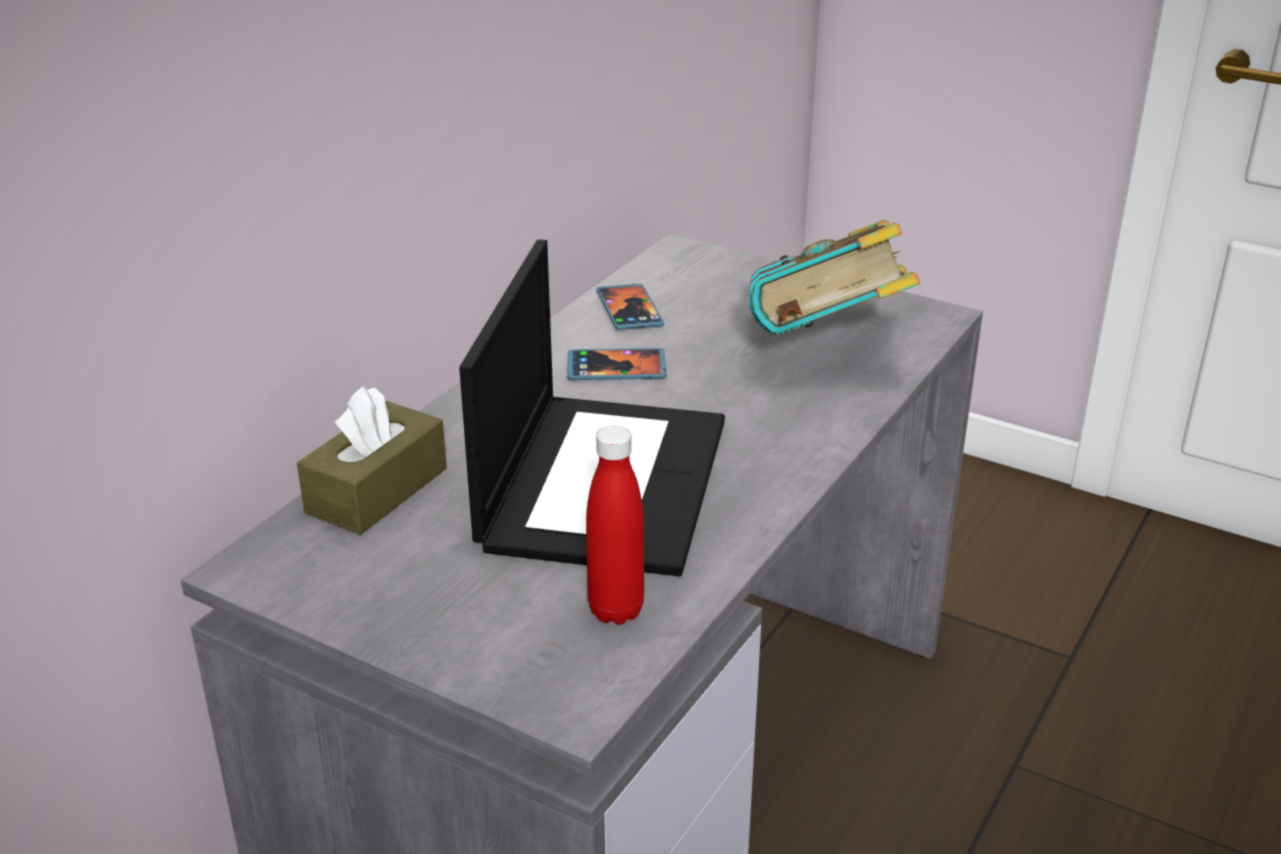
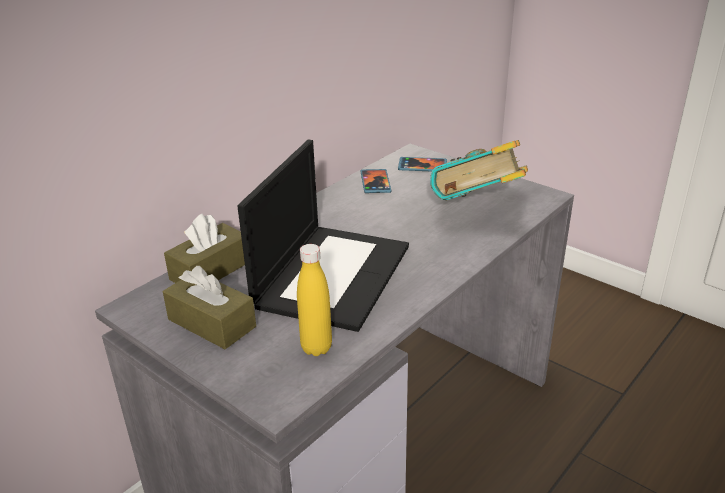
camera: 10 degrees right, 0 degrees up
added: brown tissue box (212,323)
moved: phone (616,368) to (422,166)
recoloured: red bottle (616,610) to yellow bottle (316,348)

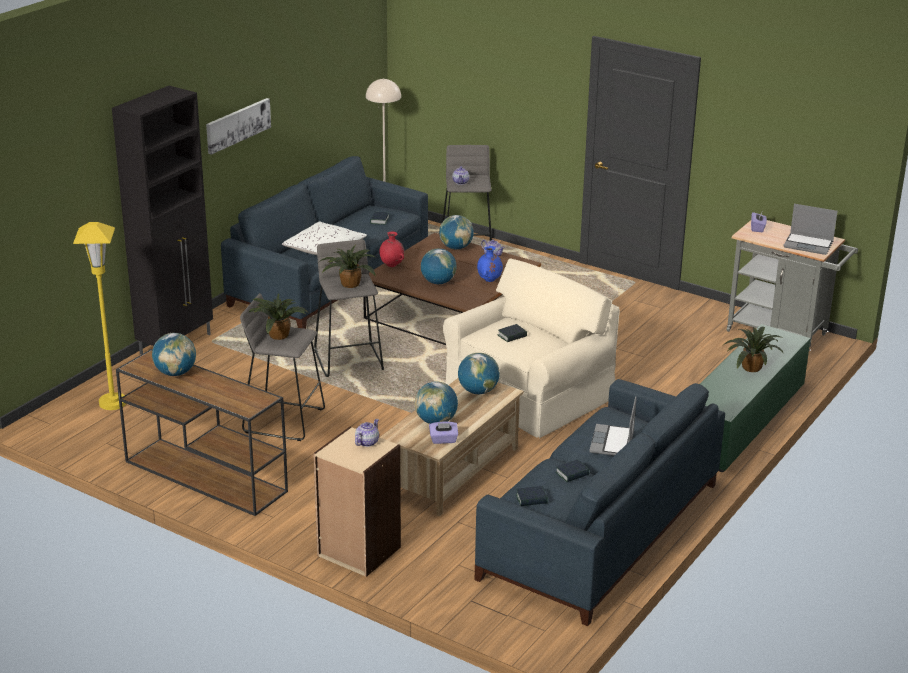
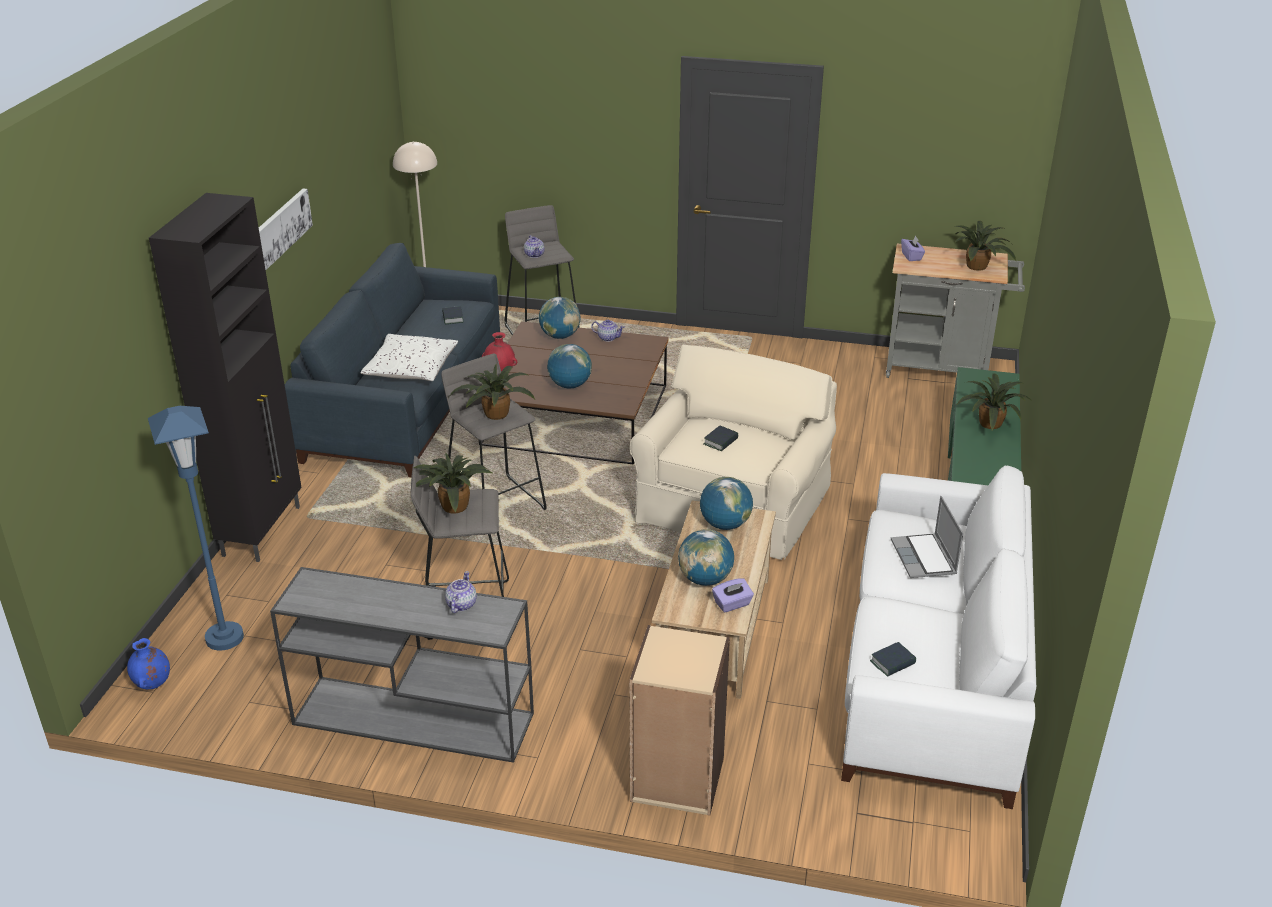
camera: 20 degrees left, 5 degrees up
removed: globe (175,373); book (572,474)
moved: blue vase (489,280) to (153,685); teapot (366,442) to (461,605)
replaced: laptop (809,245) to potted plant (978,266)
recoloured: yellow floor lamp (112,403) to blue floor lamp (224,638); brown console table (204,476) to grey console table (411,719); blue sofa (599,530) to white sofa (932,667)

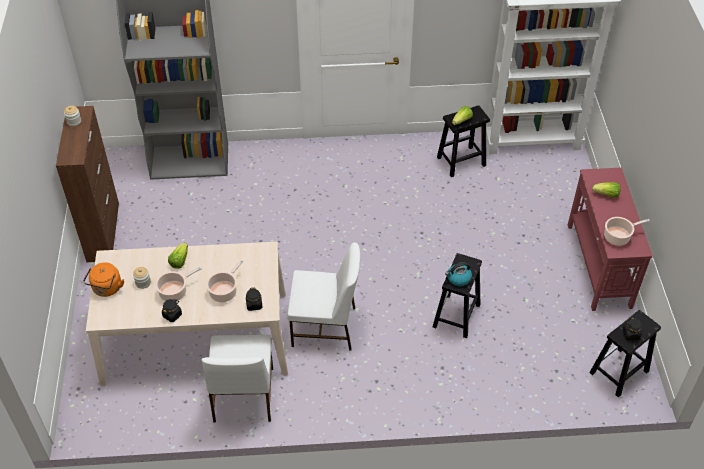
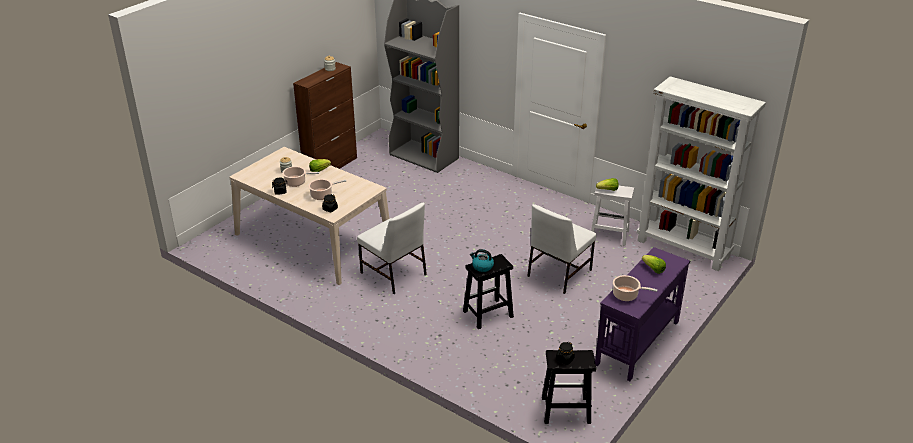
camera: 40 degrees right, 15 degrees down
removed: orange kettle (106,289)
moved: white chair (243,396) to (558,273)
recoloured: black stool (460,162) to white stool (608,235); red console table (598,265) to purple console table (637,343)

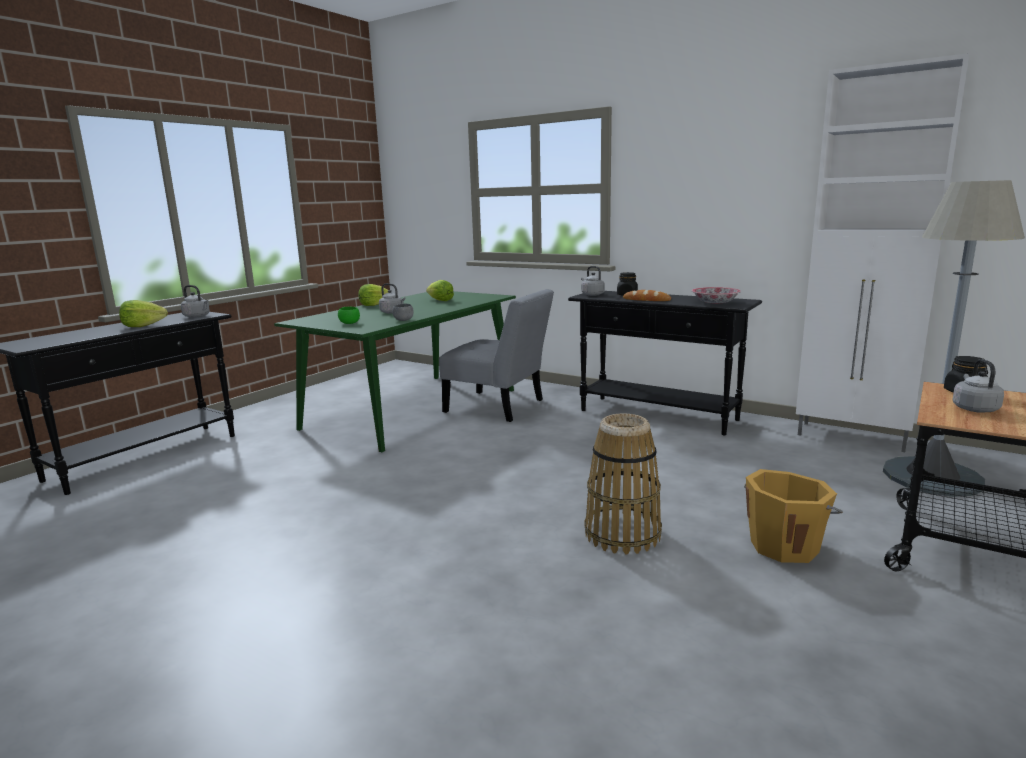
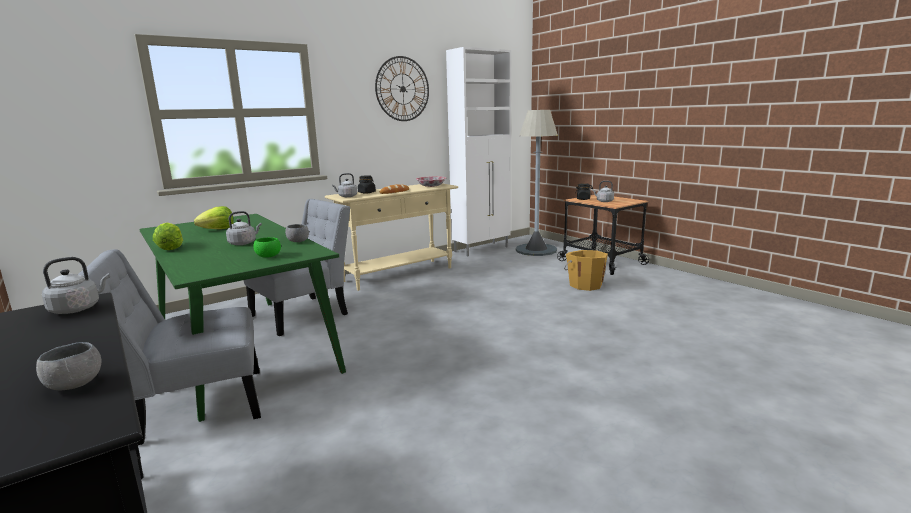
camera: 70 degrees left, 0 degrees up
removed: lettuce (143,326); basket (622,534)
added: grey bowl (75,384); grey chair (195,406); wall clock (402,89)
recoloured: black console table (658,415) to beige console table (399,274)

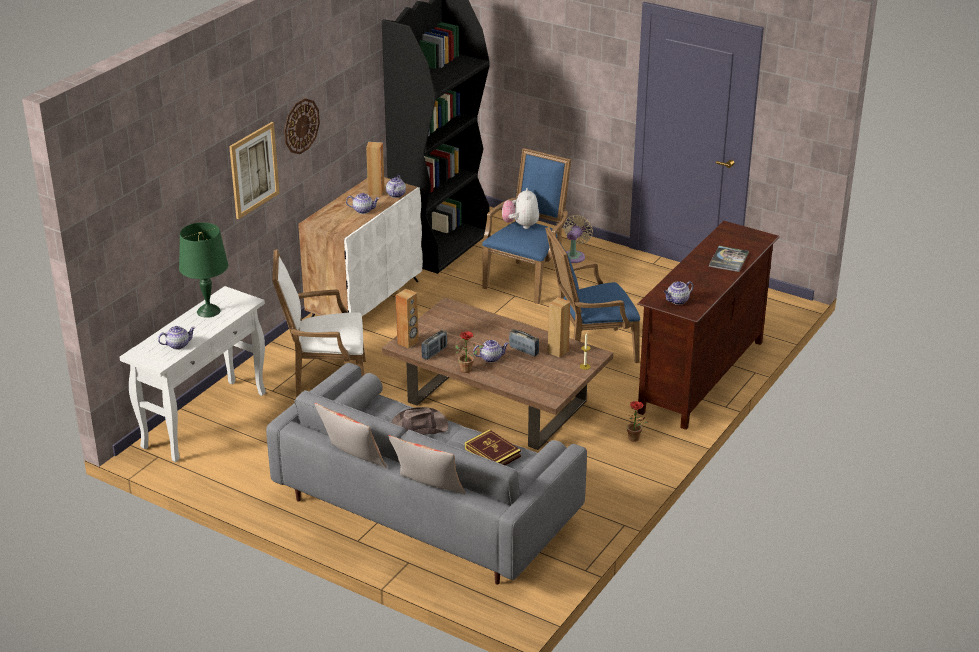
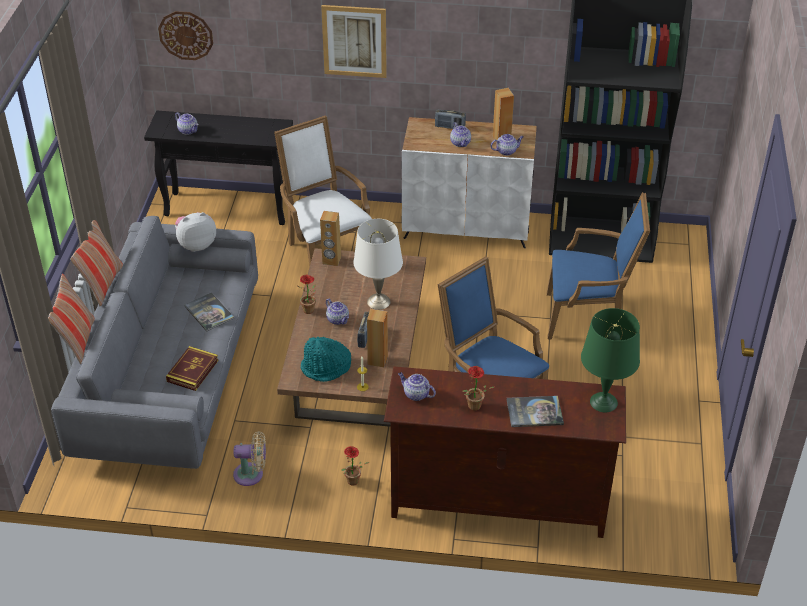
camera: 65 degrees right, 10 degrees up
added: turquoise hat (326,368); white table lamp (379,301); potted plant (474,408)
moved: wall clock (301,126) to (186,35); plush toy (521,225) to (196,244); beige fan (574,256) to (251,474); radio (434,352) to (450,127); green table lamp (208,311) to (603,402)
replaced: brown hat (418,427) to book (209,312)
recoloured: white console table (205,419) to black console table (229,208)

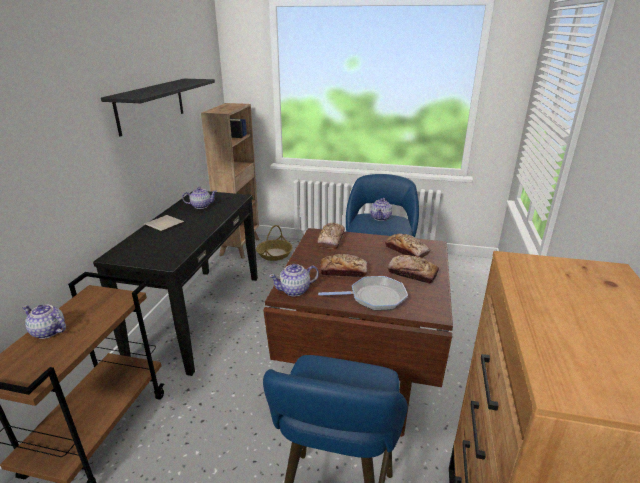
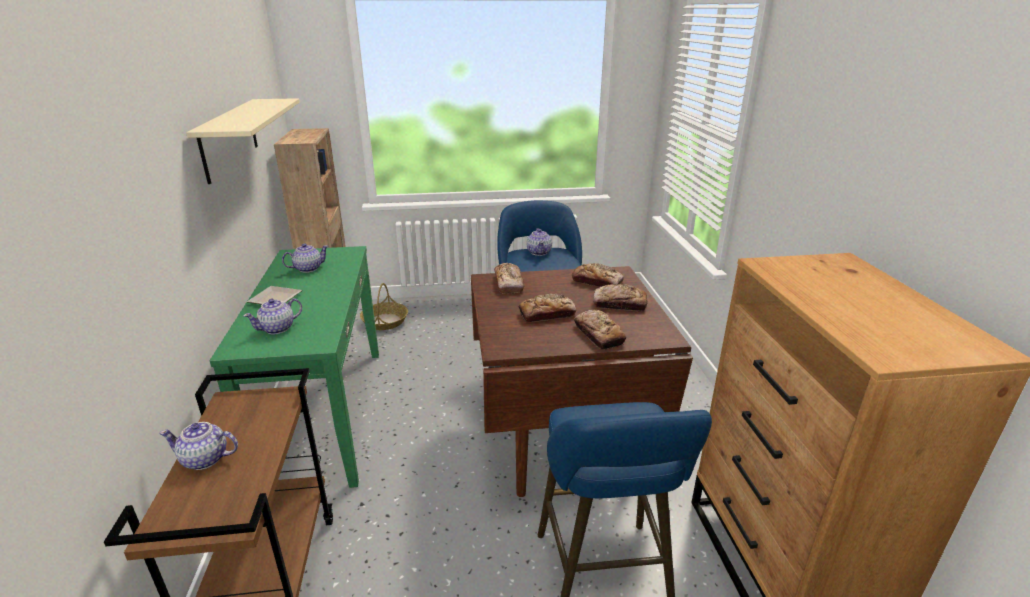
camera: 20 degrees left, 0 degrees up
moved: teapot (295,290) to (278,328)
replaced: frying pan (374,297) to bread (598,334)
recoloured: black shelf (151,105) to beige shelf (229,138); black console table (199,314) to green console table (324,413)

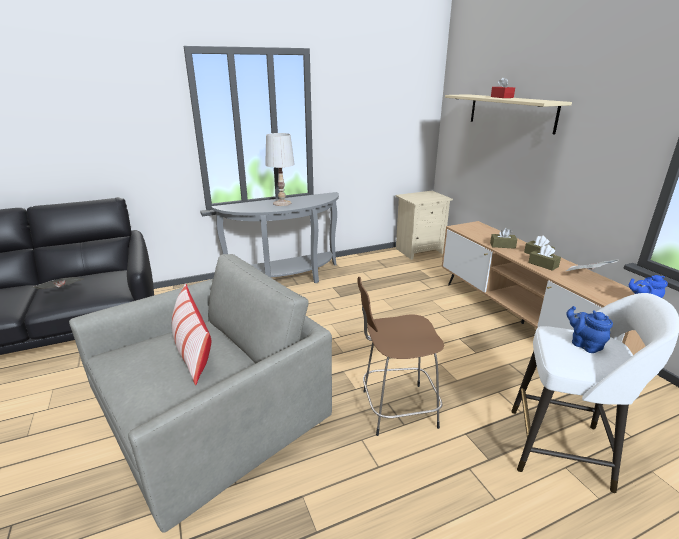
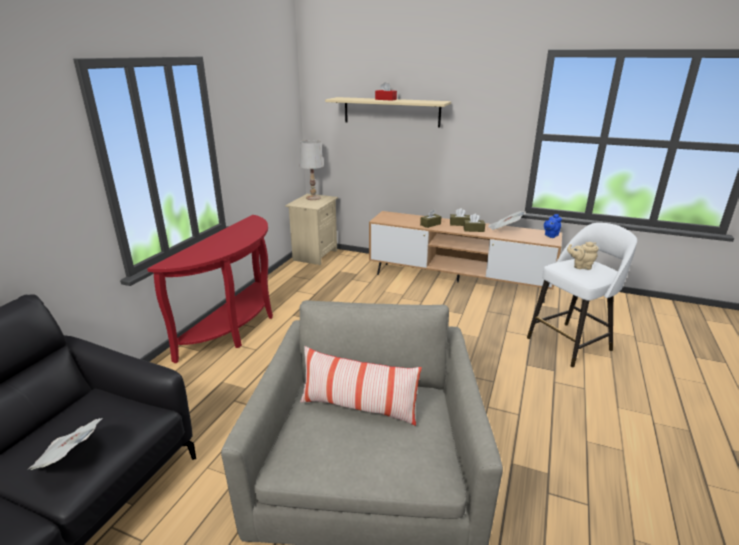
camera: 45 degrees left, 0 degrees up
removed: brown stool (396,409)
moved: white table lamp (282,203) to (313,198)
recoloured: grey console table (287,280) to red console table (237,328); blue teapot (584,344) to beige teapot (580,266)

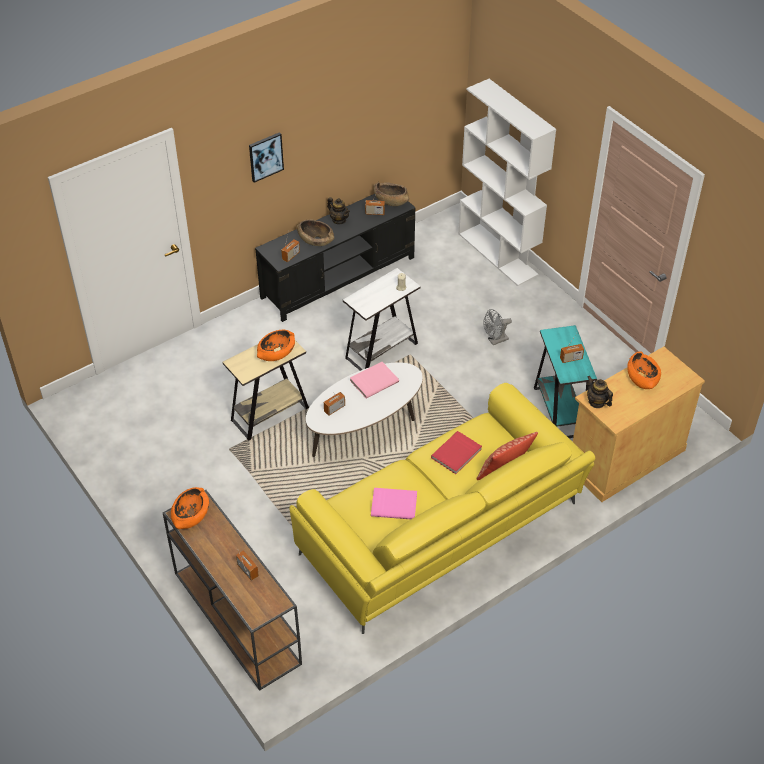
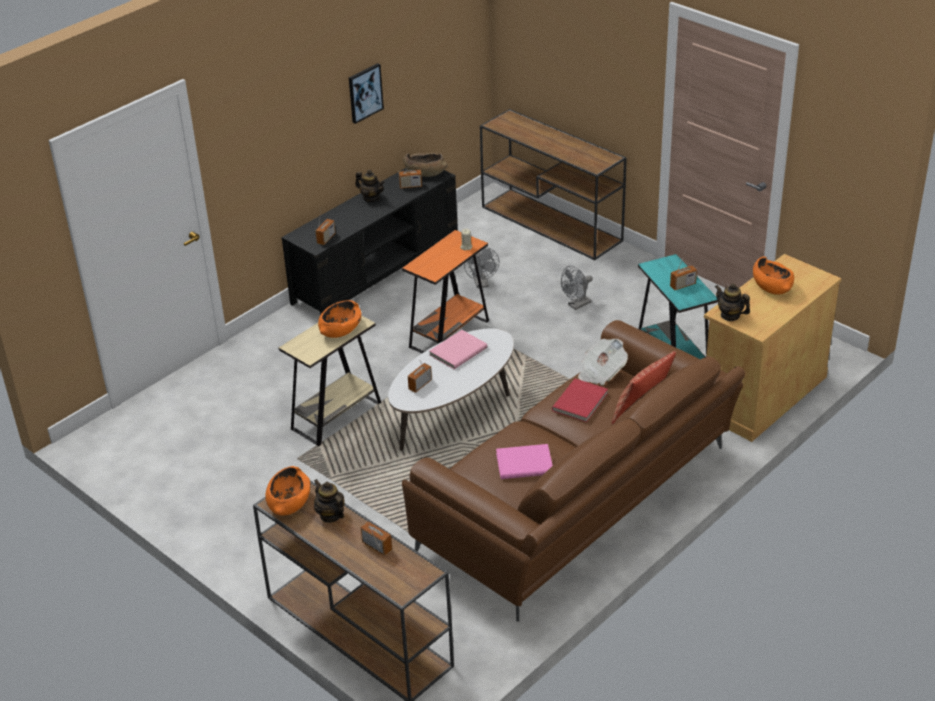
camera: 10 degrees left, 10 degrees down
removed: brown bowl (316,240)
added: teapot (330,515); grey fan (482,284); newspaper (601,372)
moved: picture (265,156) to (365,92)
replaced: white bookcase (498,254) to brown console table (552,224)
recoloured: white side table (381,351) to orange side table (449,334); yellow sofa (441,532) to brown sofa (577,502)

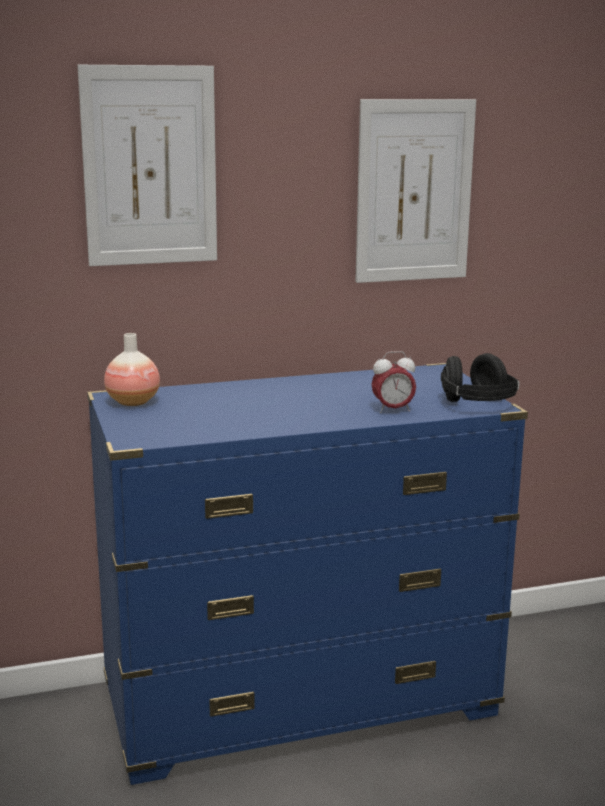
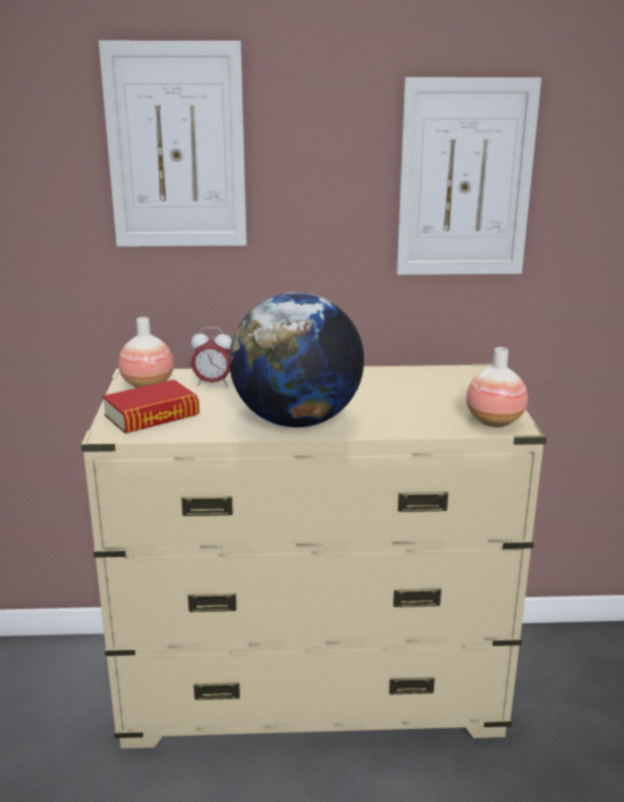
camera: 15 degrees right, 5 degrees up
added: book (152,415); globe (297,421)
moved: alarm clock (392,410) to (213,383)
replaced: black headphones (477,404) to vase (494,421)
recoloured: blue dresser (300,704) to beige dresser (312,687)

